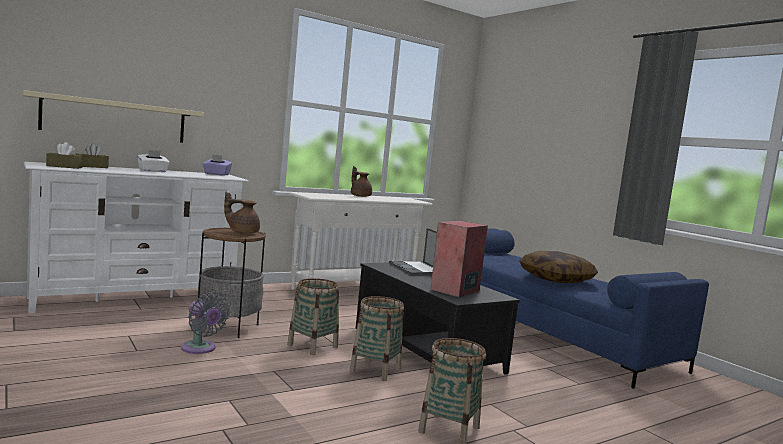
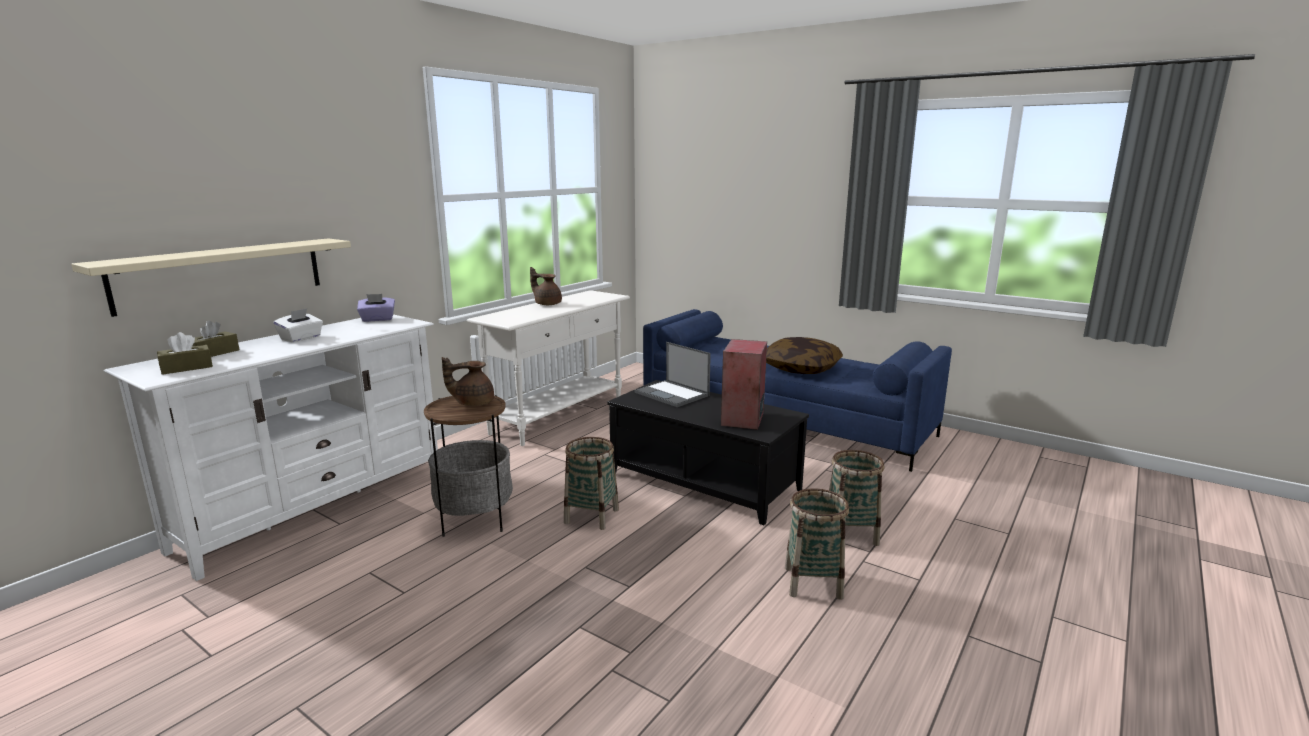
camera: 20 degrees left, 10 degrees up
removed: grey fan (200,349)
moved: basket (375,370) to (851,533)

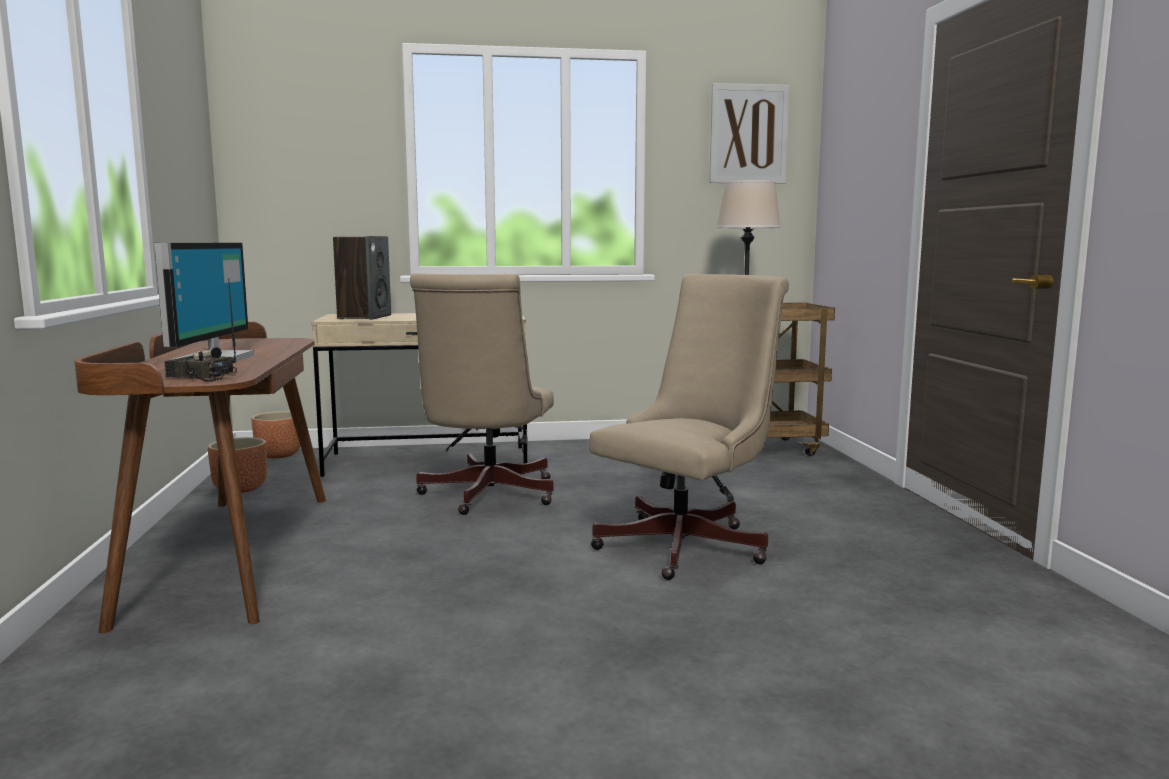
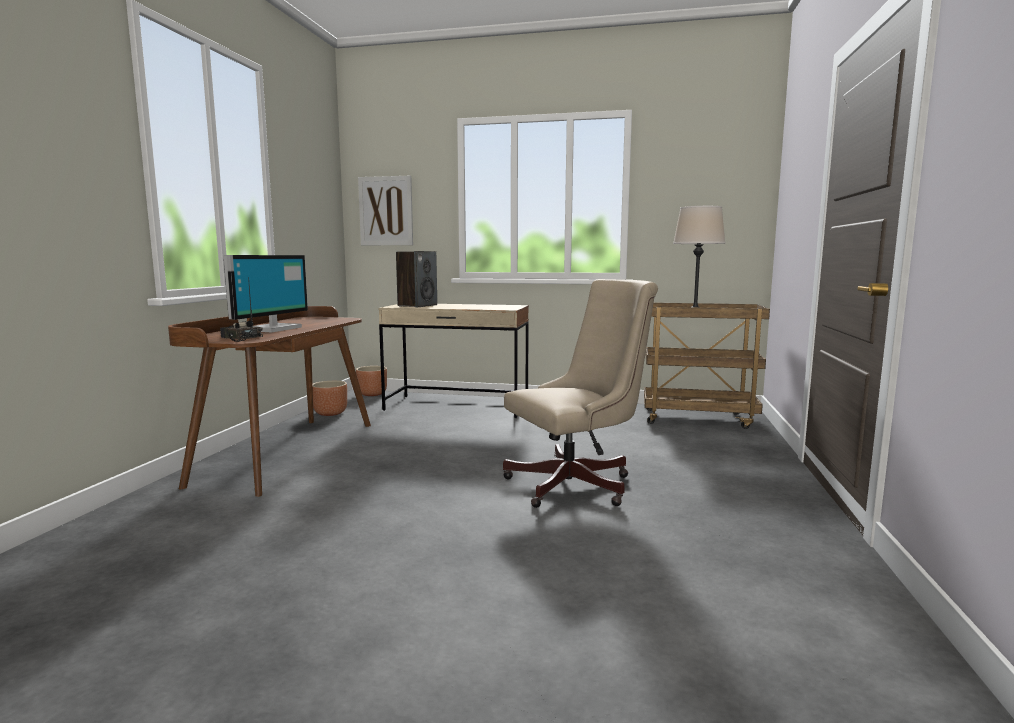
camera: 20 degrees right, 0 degrees up
removed: beige office chair (485,496)
moved: picture (748,134) to (386,211)

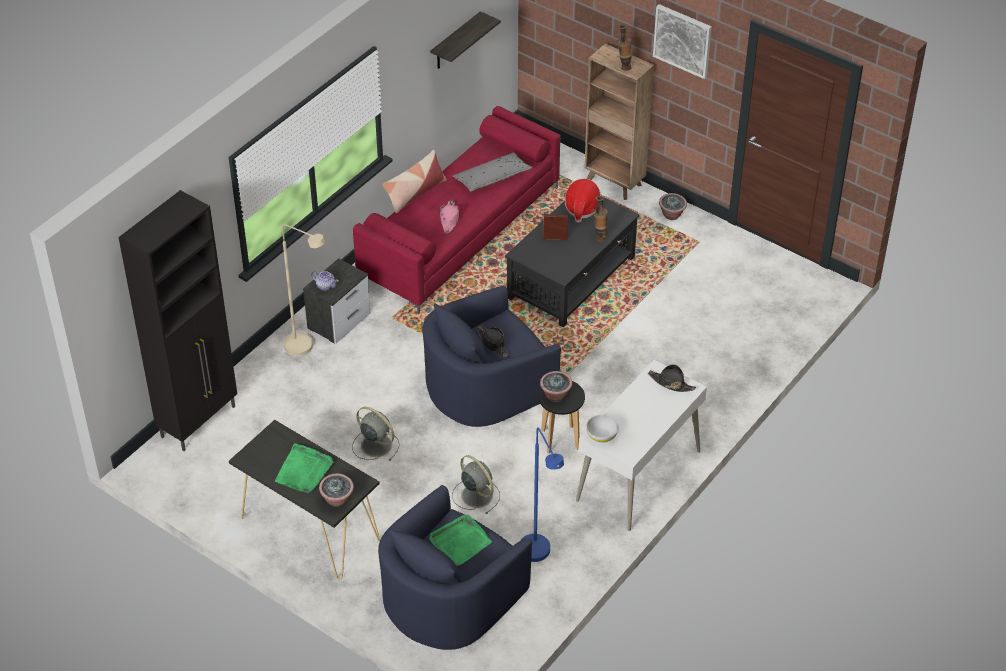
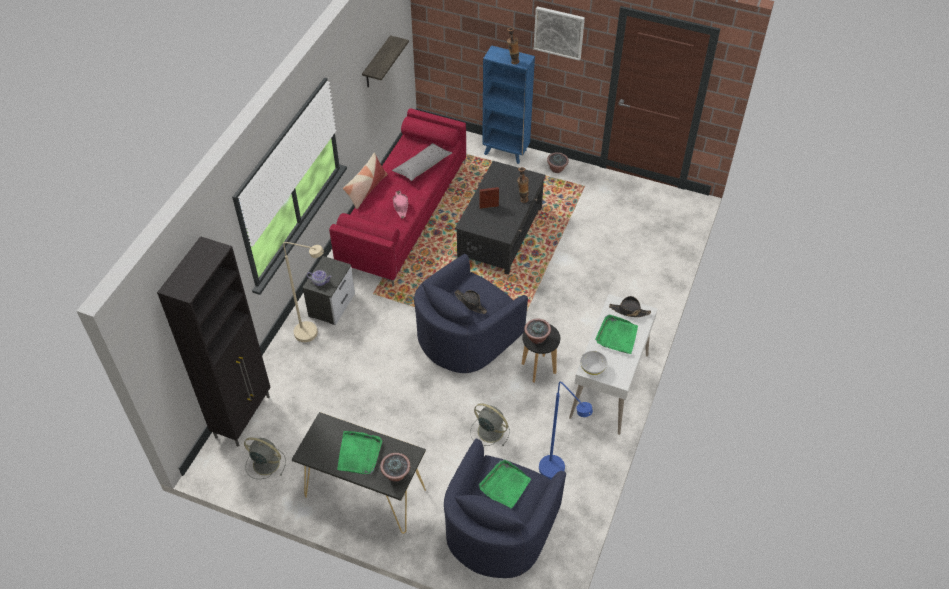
camera: 15 degrees left, 5 degrees up
removed: hat (582,208)
added: green tray (617,336)
moved: grey fan (375,444) to (265,463)
recoloured: brown bookcase (614,183) to blue bookcase (506,152)

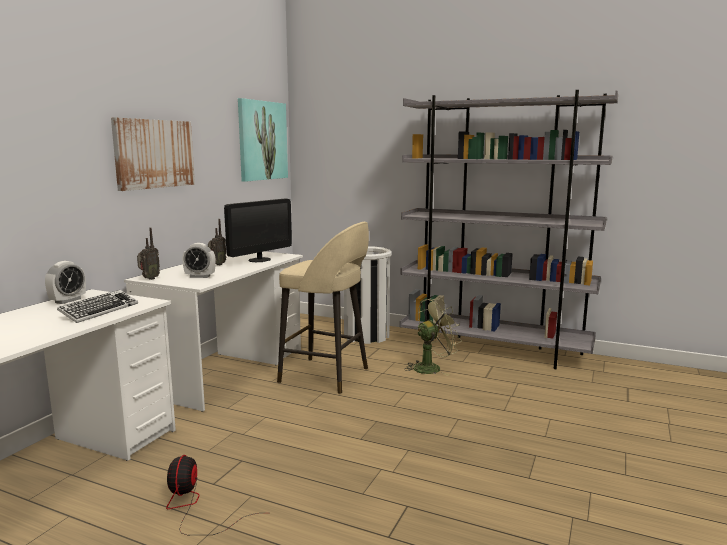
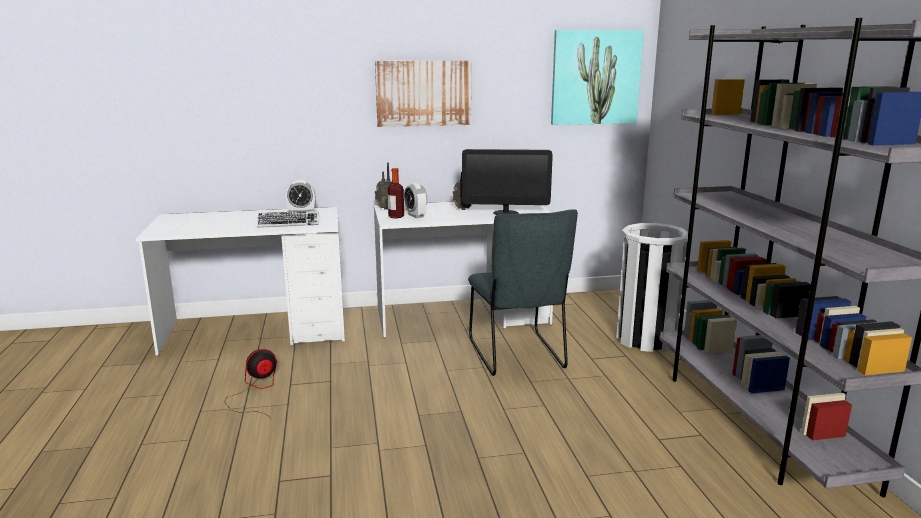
camera: 55 degrees right, 5 degrees up
removed: green fan (431,367)
added: bottle (396,216)
replaced: beige stool (326,376) to grey chair (517,356)

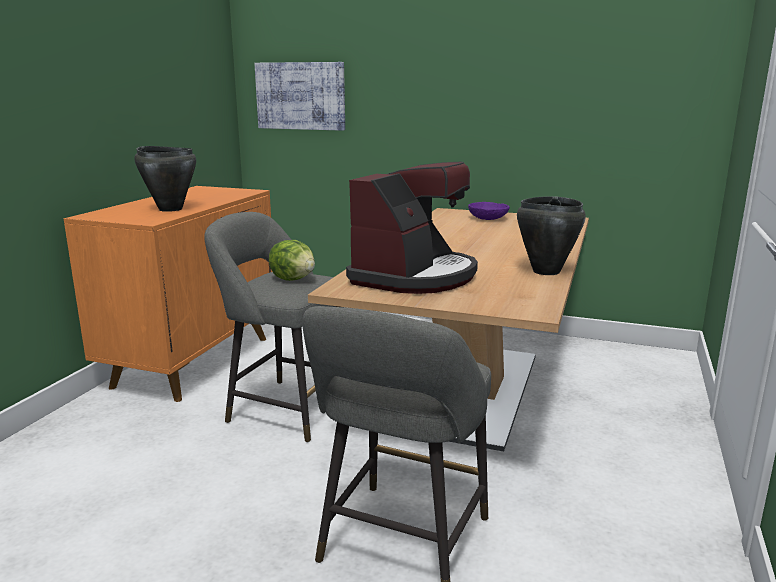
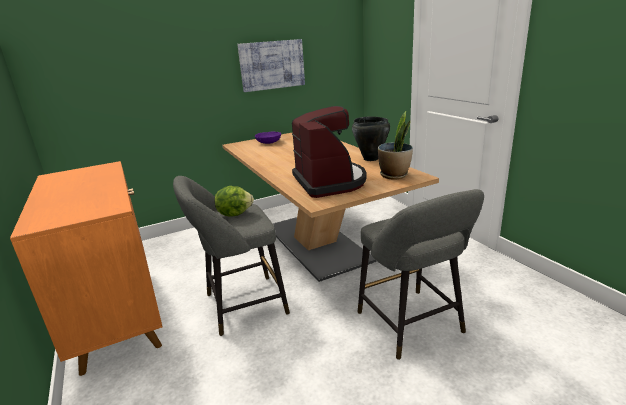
camera: 45 degrees left, 5 degrees up
removed: black cooking pot (170,209)
added: potted plant (394,175)
moved: picture (300,96) to (272,65)

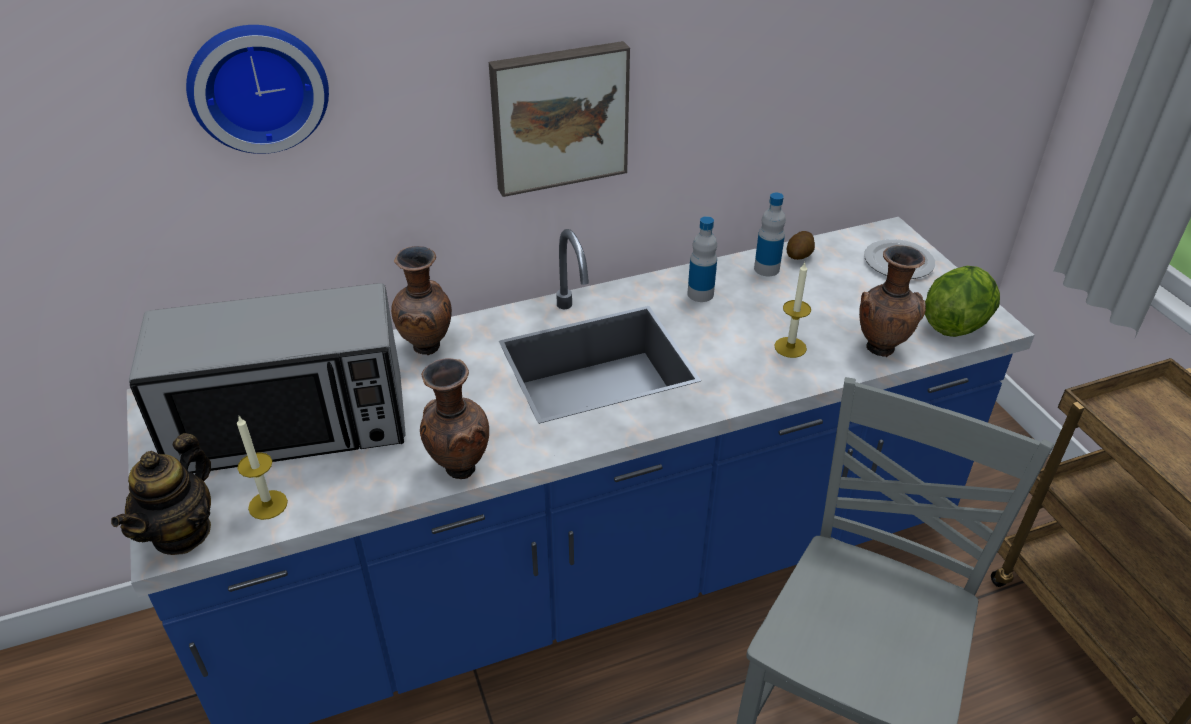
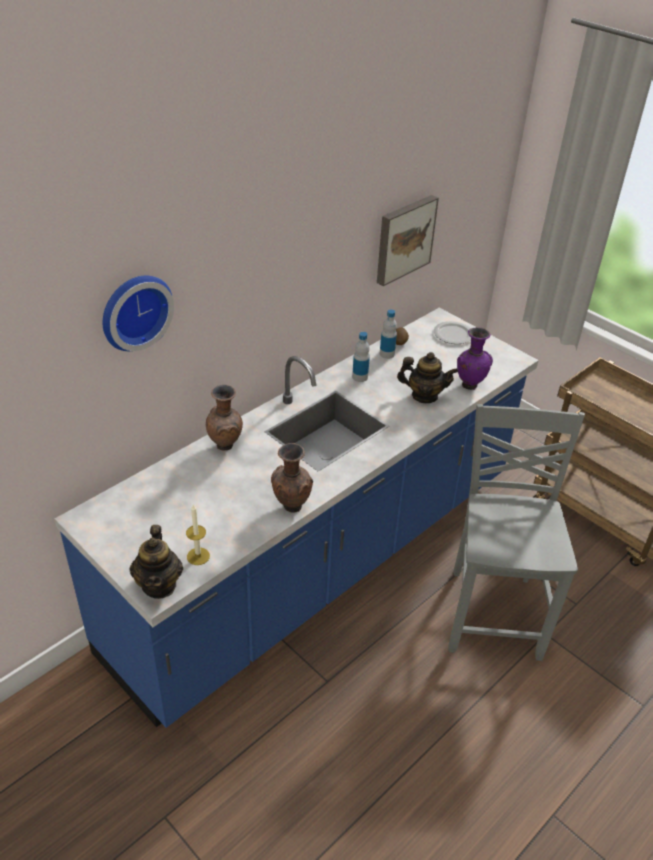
camera: 25 degrees left, 0 degrees up
removed: microwave (291,425); lettuce (955,324)
moved: picture (559,116) to (404,238)
replaced: candle (790,347) to teapot (424,396)
recoloured: brown vase (881,347) to purple vase (469,385)

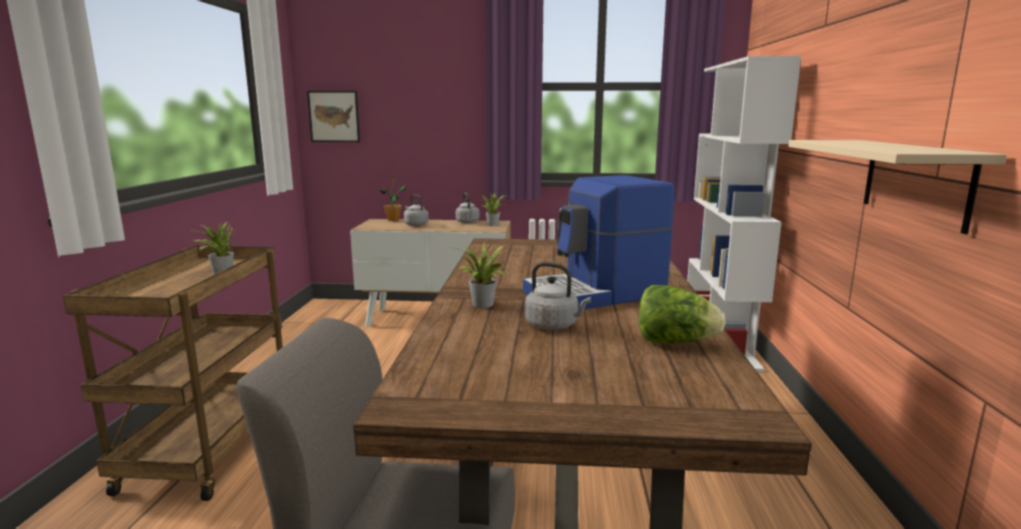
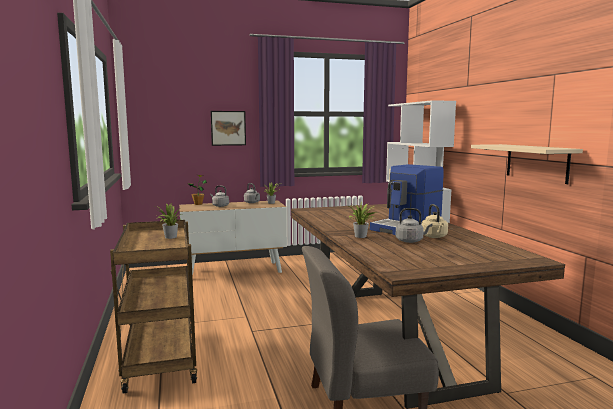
camera: 20 degrees left, 5 degrees down
removed: lettuce (674,342)
added: beige kettle (434,237)
moved: picture (334,116) to (228,128)

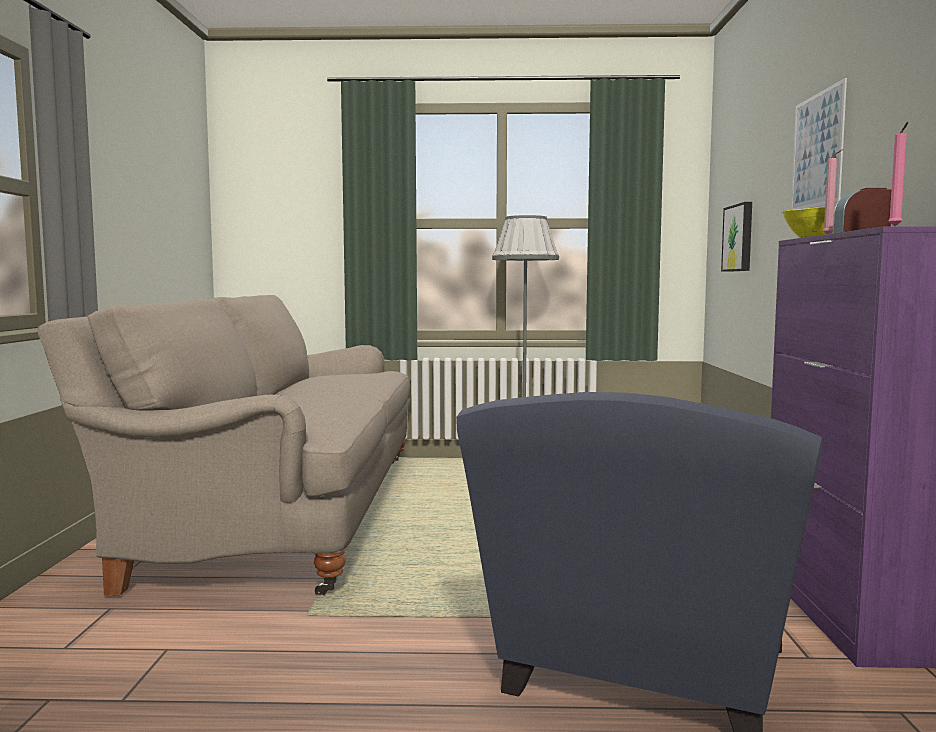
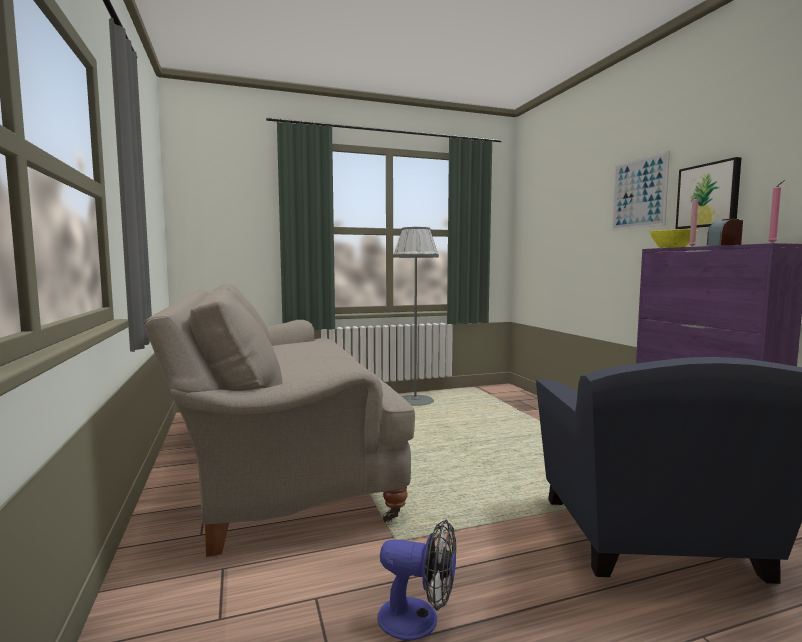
camera: 20 degrees left, 0 degrees up
added: fan (419,620)
moved: picture (739,238) to (708,195)

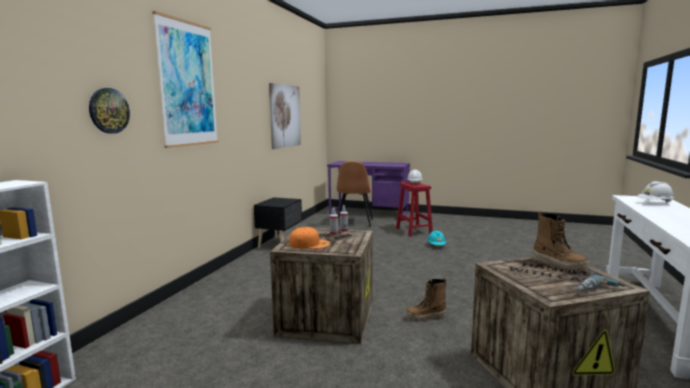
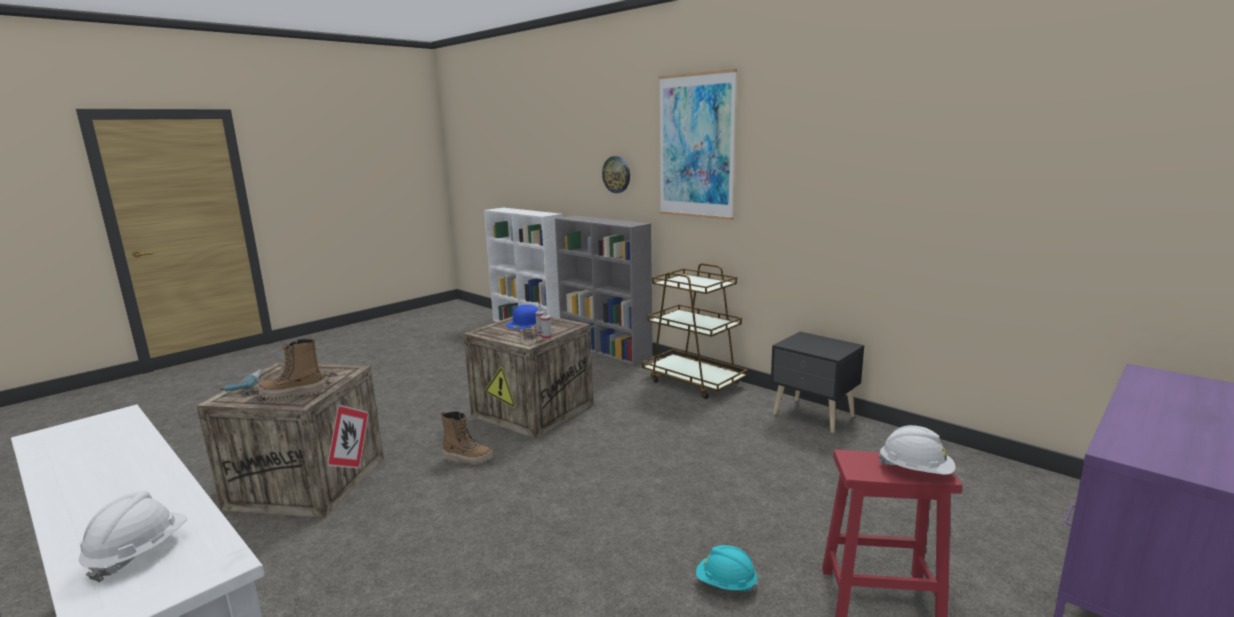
camera: 115 degrees right, 5 degrees up
removed: picture (285,116); brown chair (354,223)
added: grey bookcase (606,350); brown cart (693,381)
recoloured: orange cap (309,244) to blue cap (524,322)
turned: boot (425,317) = (468,459) 90 degrees clockwise

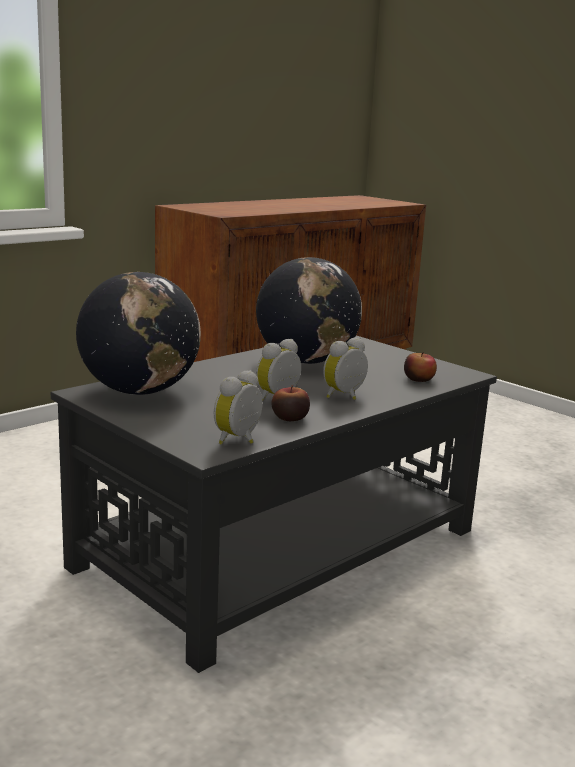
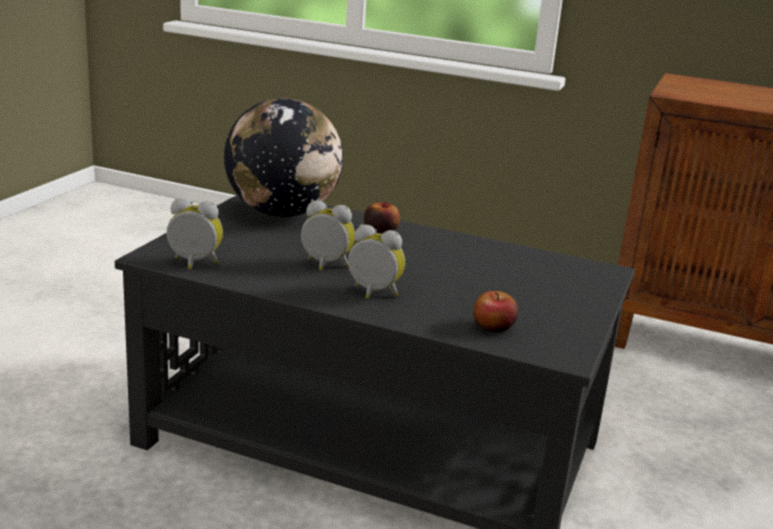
camera: 65 degrees right, 5 degrees up
removed: globe (306,361)
moved: apple (289,418) to (380,231)

